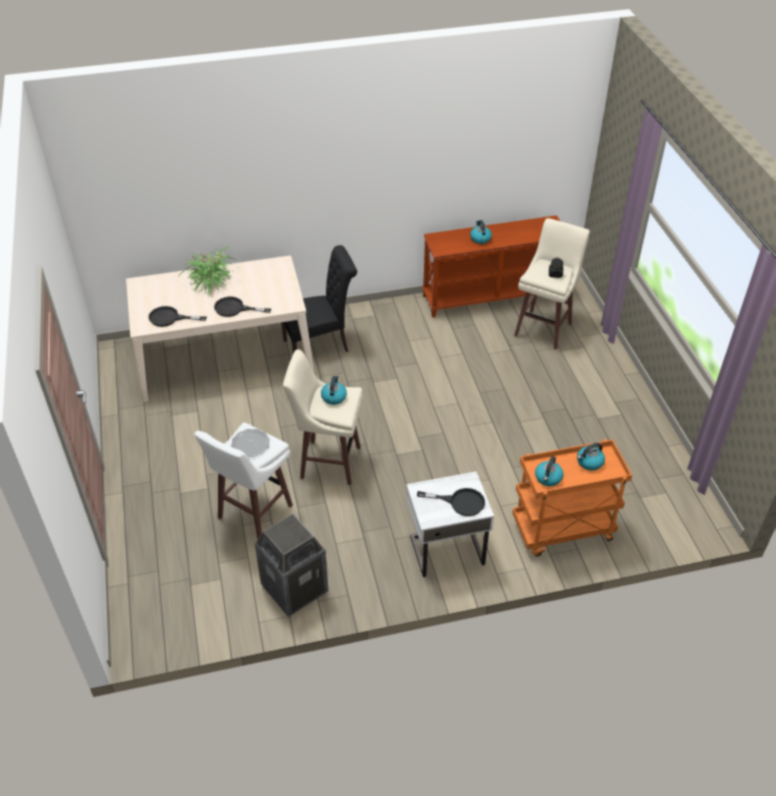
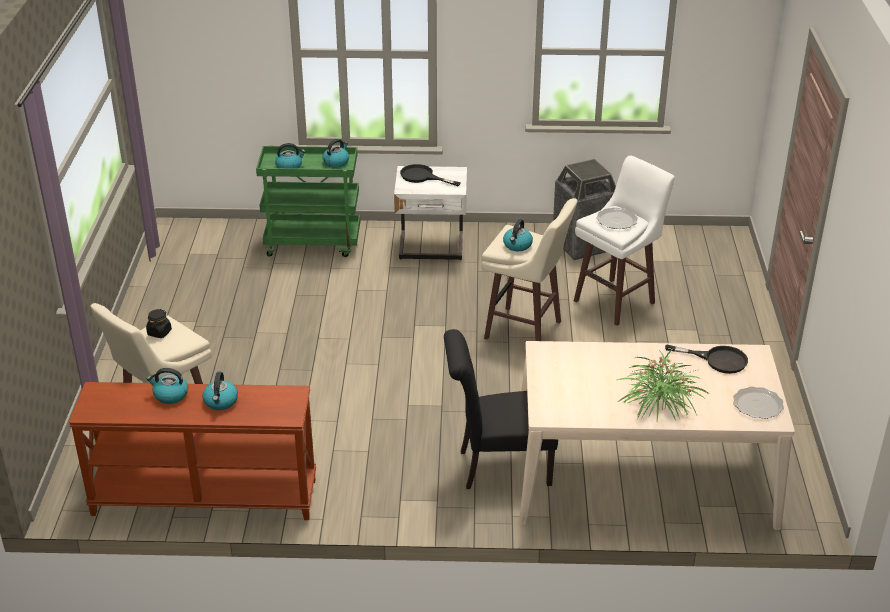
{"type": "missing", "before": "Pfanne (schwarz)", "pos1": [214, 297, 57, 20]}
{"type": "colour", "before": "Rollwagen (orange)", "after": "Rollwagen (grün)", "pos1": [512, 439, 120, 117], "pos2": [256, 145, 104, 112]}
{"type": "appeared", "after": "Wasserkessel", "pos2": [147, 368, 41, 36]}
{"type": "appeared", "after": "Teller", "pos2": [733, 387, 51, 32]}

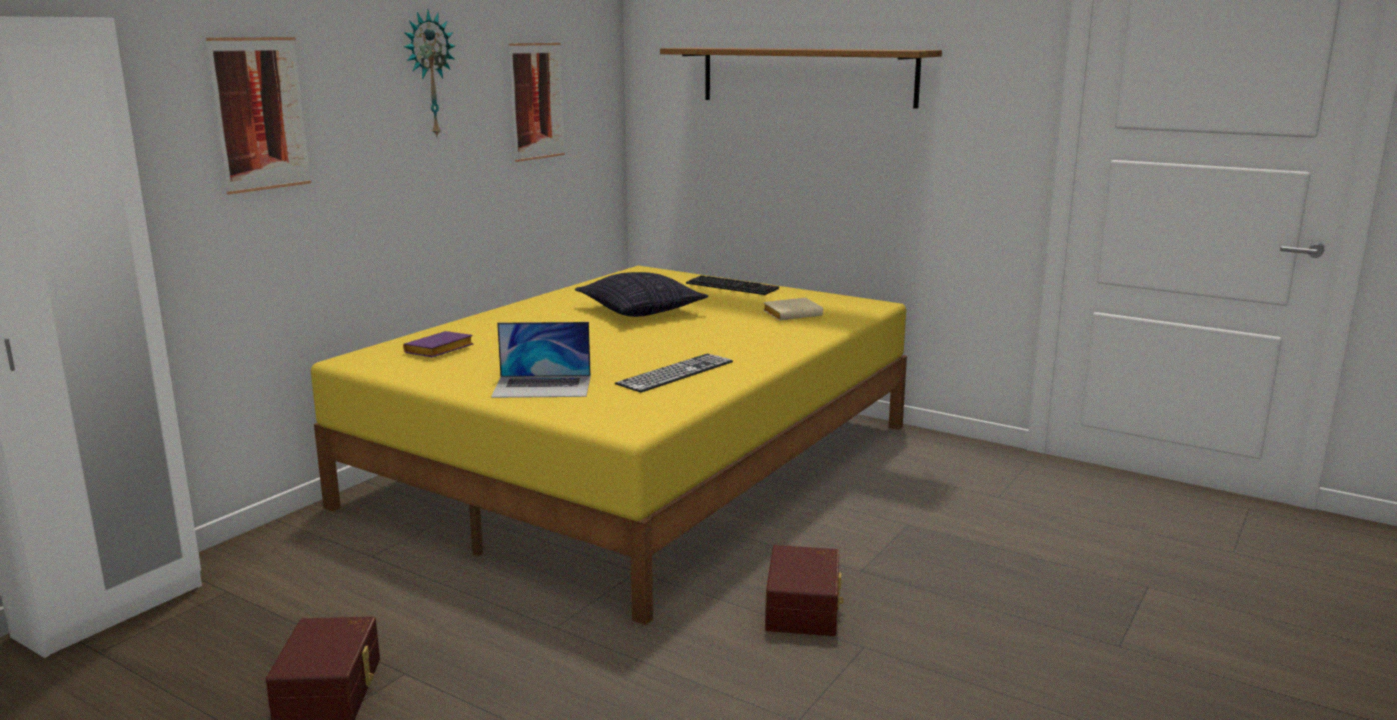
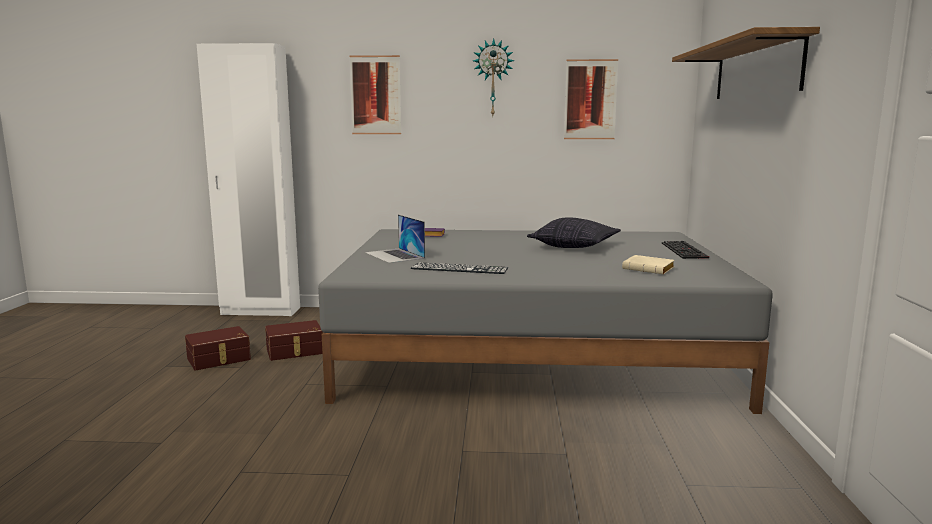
{"type": "colour", "before": "Bett (gelb)", "after": "Bett (grau)", "pos1": [311, 266, 596, 359], "pos2": [318, 229, 455, 185]}
{"type": "relocated", "before": "Aufbewahrungsbox (braun)", "pos1": [765, 545, 79, 91], "pos2": [265, 320, 58, 41]}

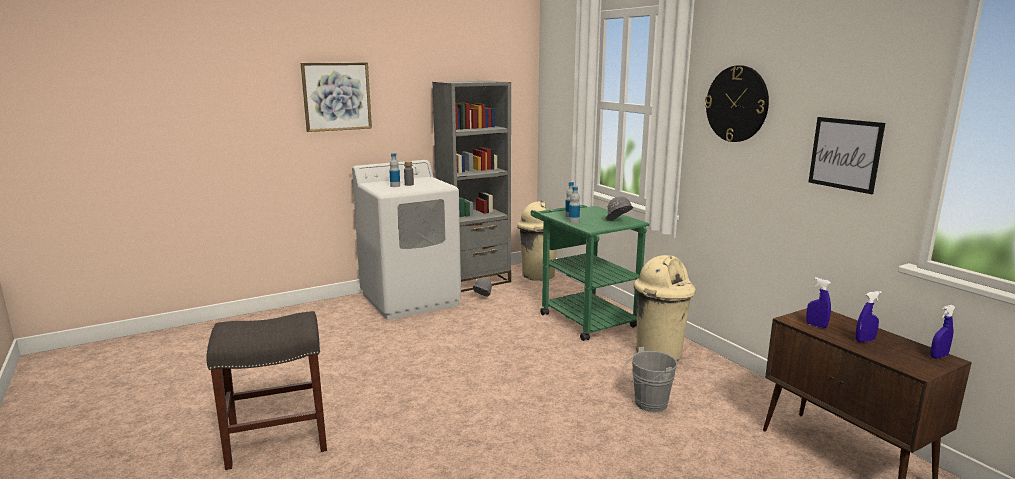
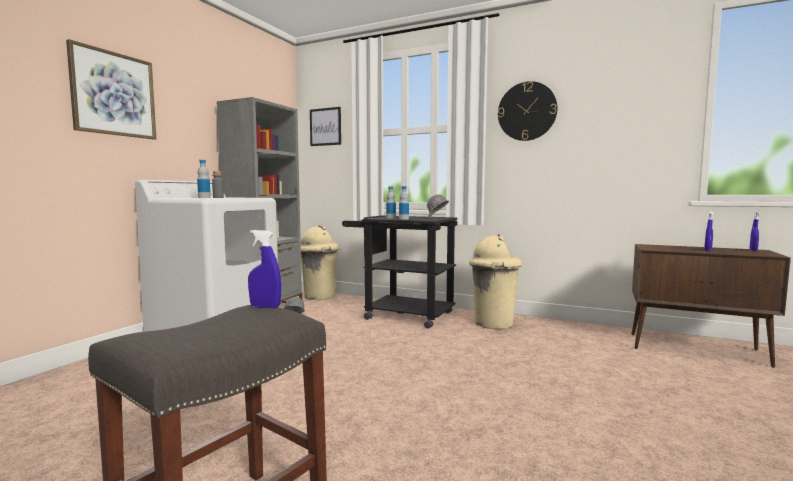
{"type": "relocated", "before": "Bild", "pos1": [808, 117, 77, 77], "pos2": [310, 107, 31, 39]}
{"type": "colour", "before": "Rollwagen (grün)", "after": "Rollwagen (schwarz)", "pos1": [531, 205, 119, 136], "pos2": [342, 215, 116, 114]}
{"type": "relocated", "before": "Sprühflasche (blau)", "pos1": [806, 277, 25, 52], "pos2": [248, 230, 33, 78]}
{"type": "missing", "before": "Eimer (grau)", "pos1": [623, 347, 55, 65]}

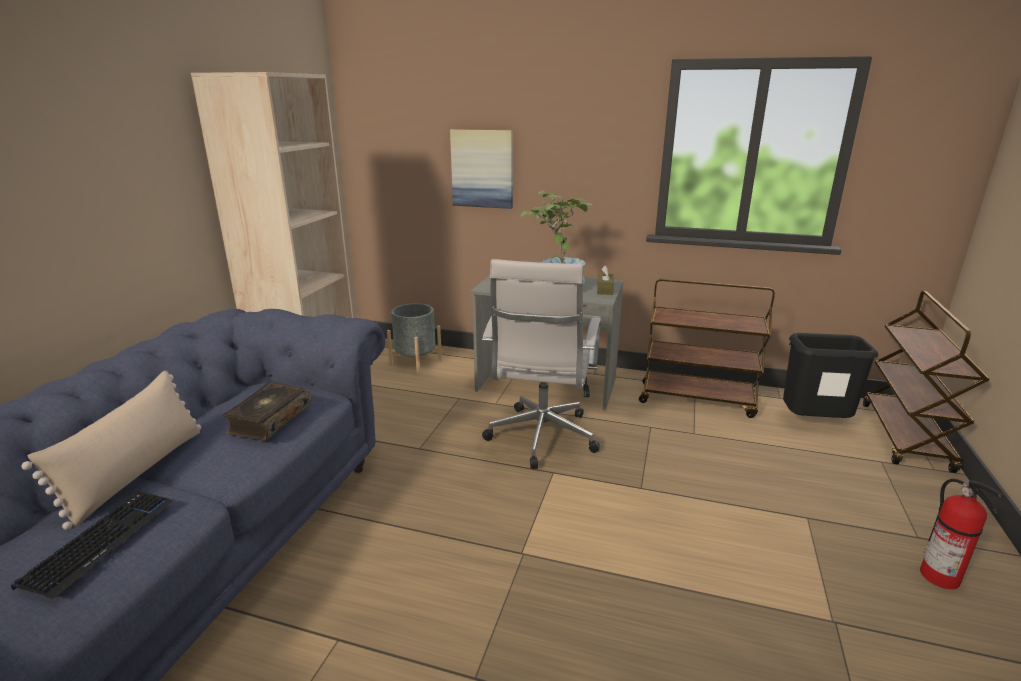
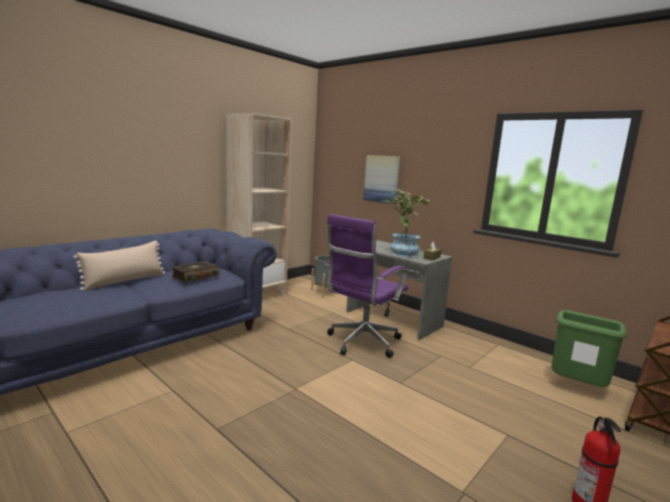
{"type": "colour", "before": "Bürostuhl (weiß)", "after": "Bürostuhl (lila)", "pos1": [482, 259, 119, 210], "pos2": [325, 214, 84, 144]}
{"type": "missing", "before": "Rollwagen (braun)", "pos1": [639, 279, 136, 139]}
{"type": "colour", "before": "Mülleimer (schwarz)", "after": "Mülleimer (grün)", "pos1": [783, 333, 95, 85], "pos2": [551, 310, 76, 79]}
{"type": "missing", "before": "Tastatur", "pos1": [11, 491, 162, 109]}

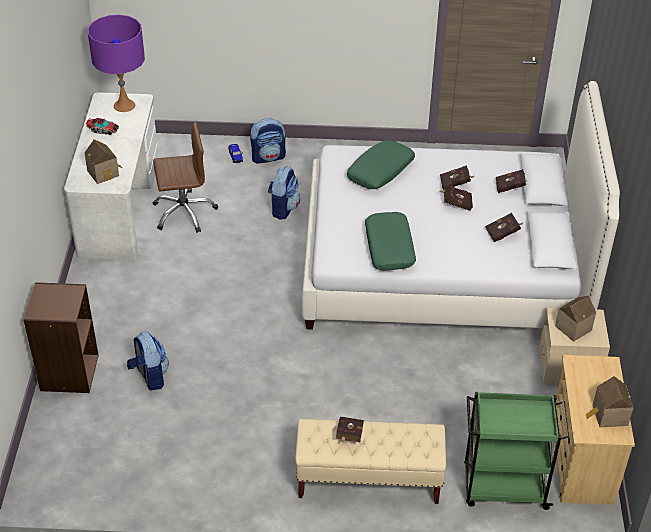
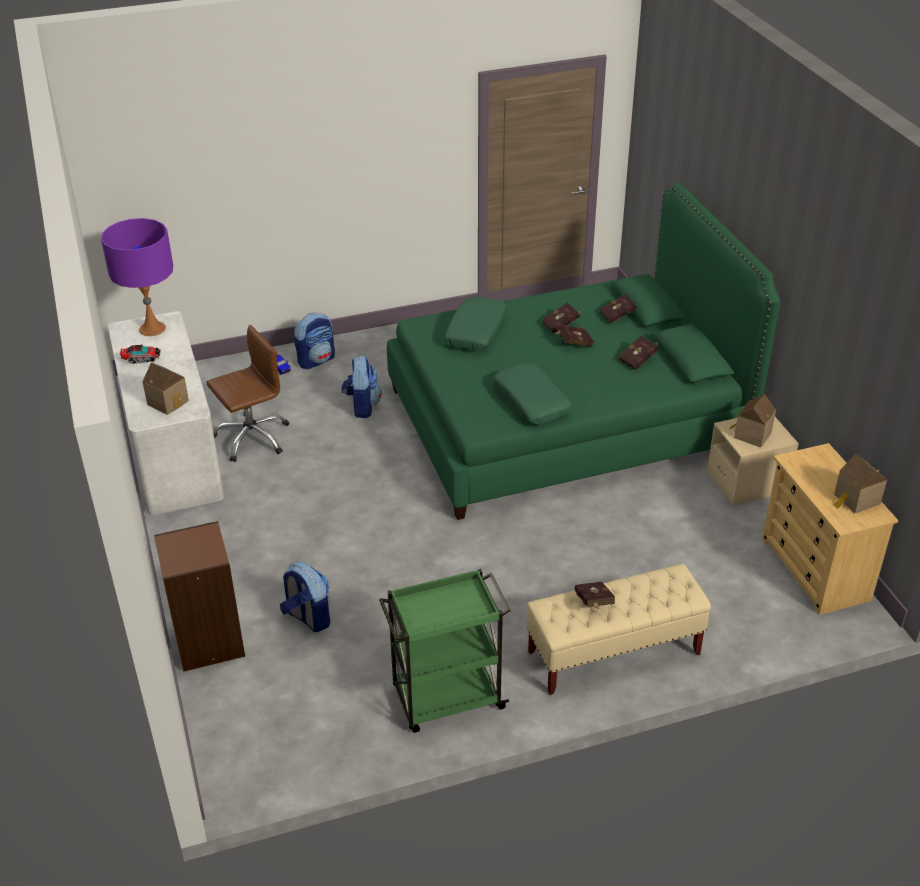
{"type": "colour", "before": "Bett (weiß)", "after": "Bett (grün)", "pos1": [302, 81, 318, 249], "pos2": [387, 183, 393, 337]}
{"type": "relocated", "before": "Rollwagen (grün)", "pos1": [464, 392, 105, 118], "pos2": [379, 569, 131, 164]}

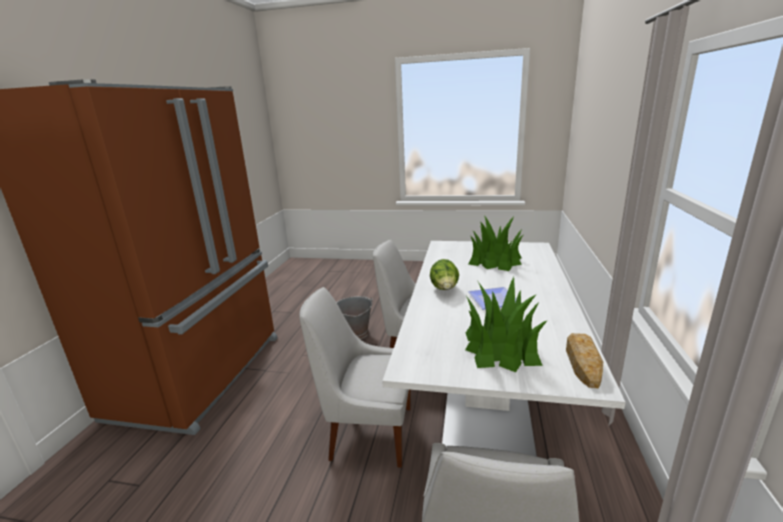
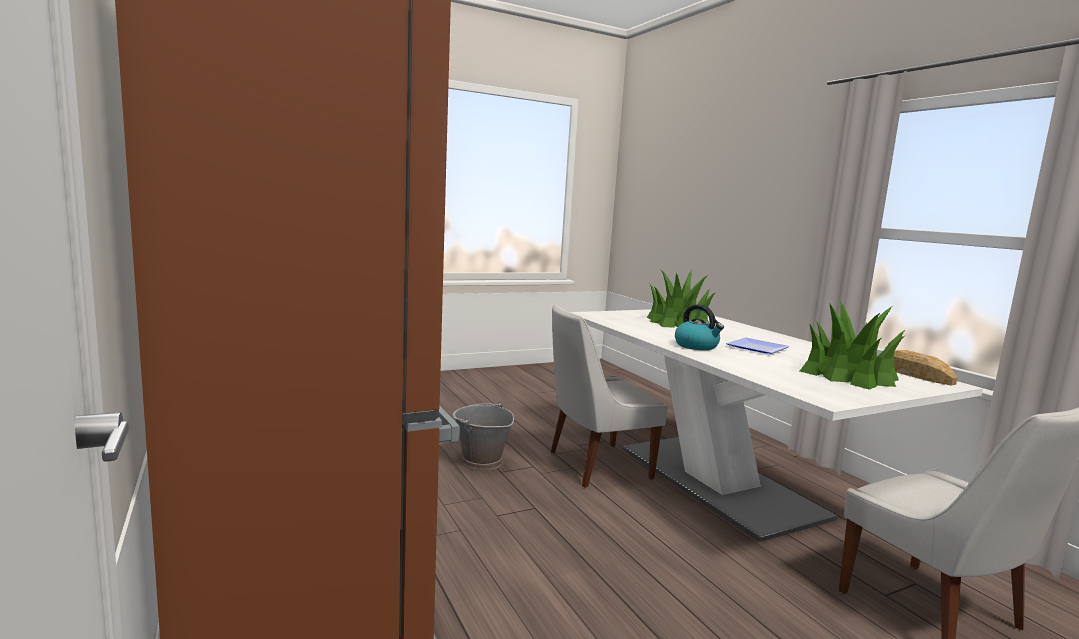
{"type": "exchanged", "before": "Salatkopf", "after": "Wasserkessel", "pos1": [430, 259, 29, 31], "pos2": [675, 304, 49, 46]}
{"type": "missing", "before": "Stuhl (weiß)", "pos1": [299, 287, 112, 181]}

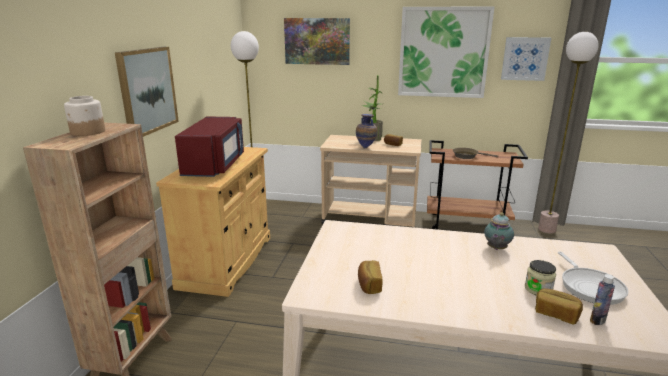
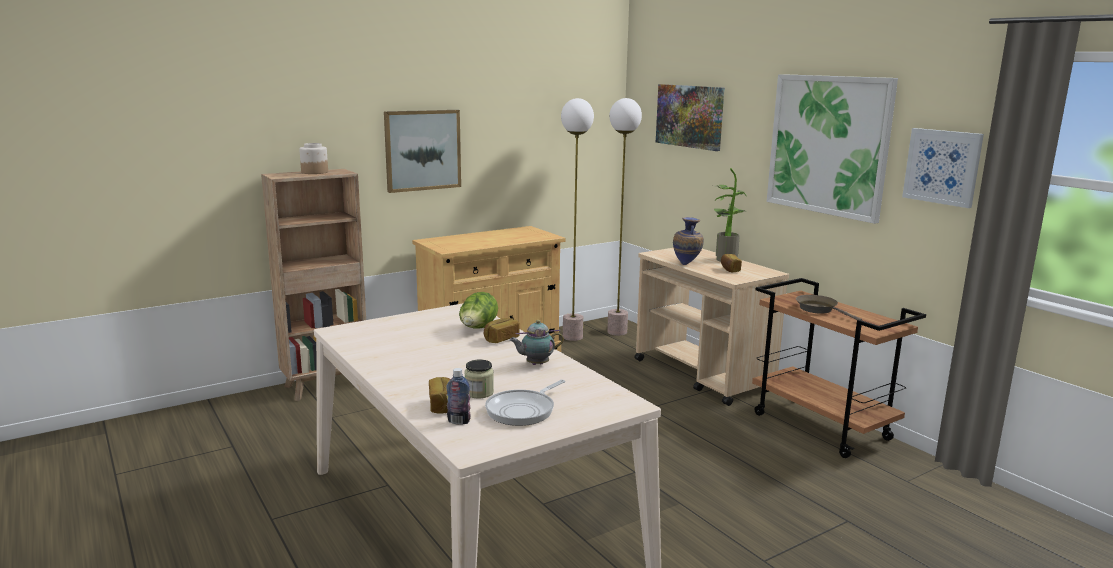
{"type": "relocated", "before": "Stehlampe", "pos1": [538, 32, 61, 202], "pos2": [607, 98, 35, 238]}
{"type": "missing", "before": "Mikrowelle (rot)", "pos1": [175, 116, 69, 61]}
{"type": "relocated", "before": "Brot", "pos1": [358, 260, 25, 34], "pos2": [484, 318, 36, 25]}
{"type": "appeared", "after": "Salatkopf", "pos2": [459, 292, 39, 37]}

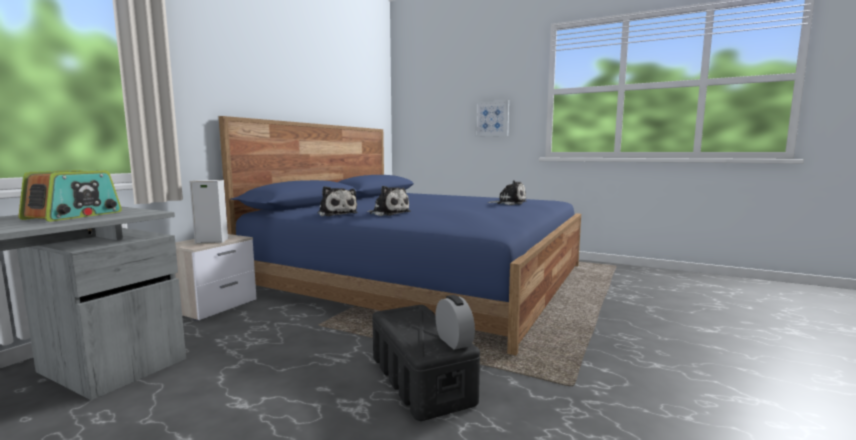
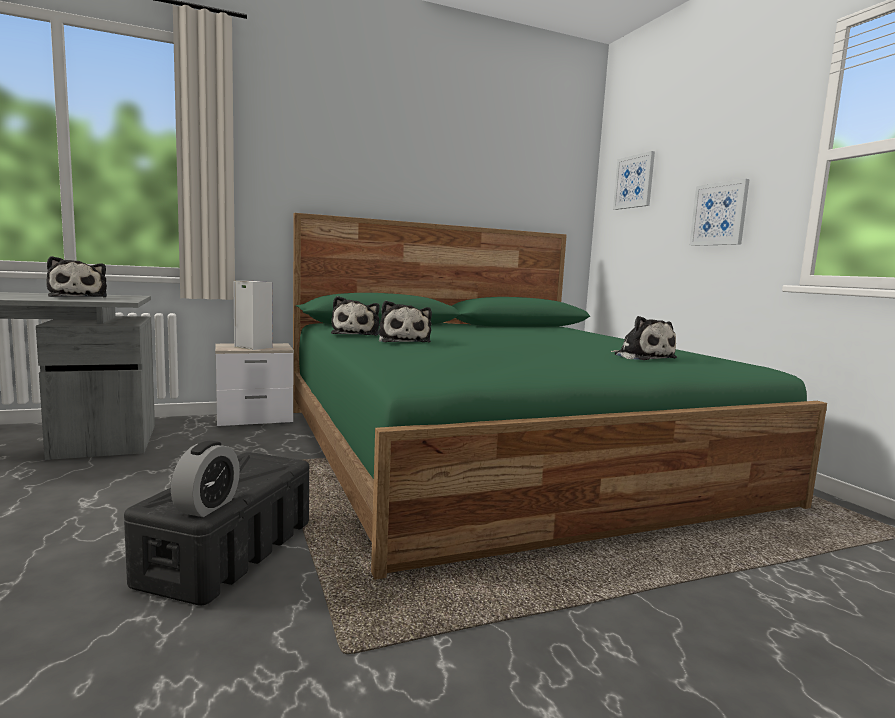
{"type": "colour", "before": "Bett (blau)", "after": "Bett (grün)", "pos1": [219, 116, 362, 240], "pos2": [293, 213, 534, 367]}
{"type": "exchanged", "before": "Radio", "after": "Plüschtier", "pos1": [18, 170, 104, 52], "pos2": [47, 256, 60, 42]}
{"type": "appeared", "after": "Bild", "pos2": [613, 151, 42, 59]}

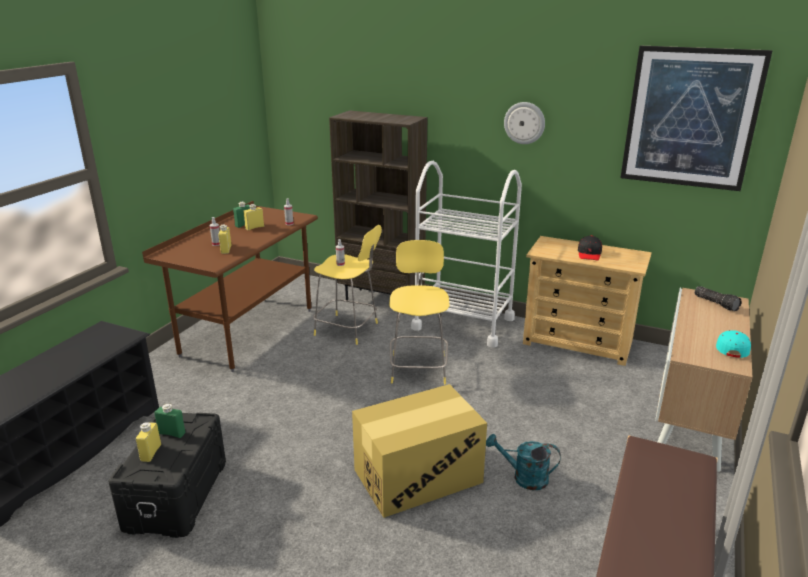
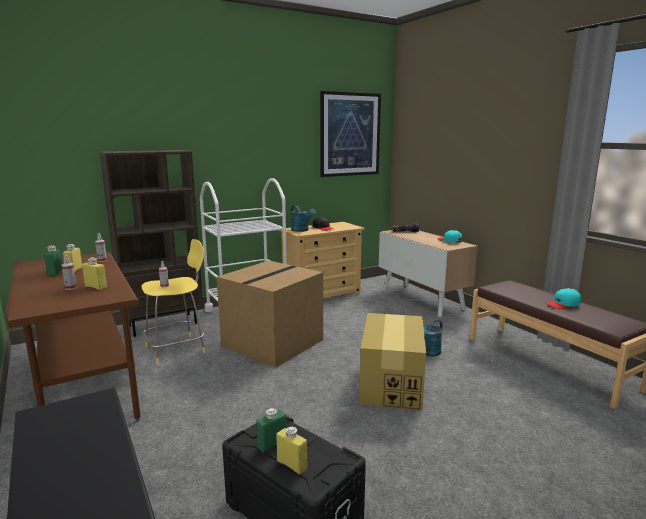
{"type": "missing", "before": "Wanduhr", "pos1": [504, 102, 41, 42]}
{"type": "exchanged", "before": "Hocker (gelb)", "after": "Karton", "pos1": [389, 240, 61, 144], "pos2": [217, 261, 106, 107]}
{"type": "appeared", "after": "Gießkanne (türkis)", "pos2": [291, 205, 25, 27]}
{"type": "appeared", "after": "Kappe (türkis)", "pos2": [545, 288, 36, 21]}

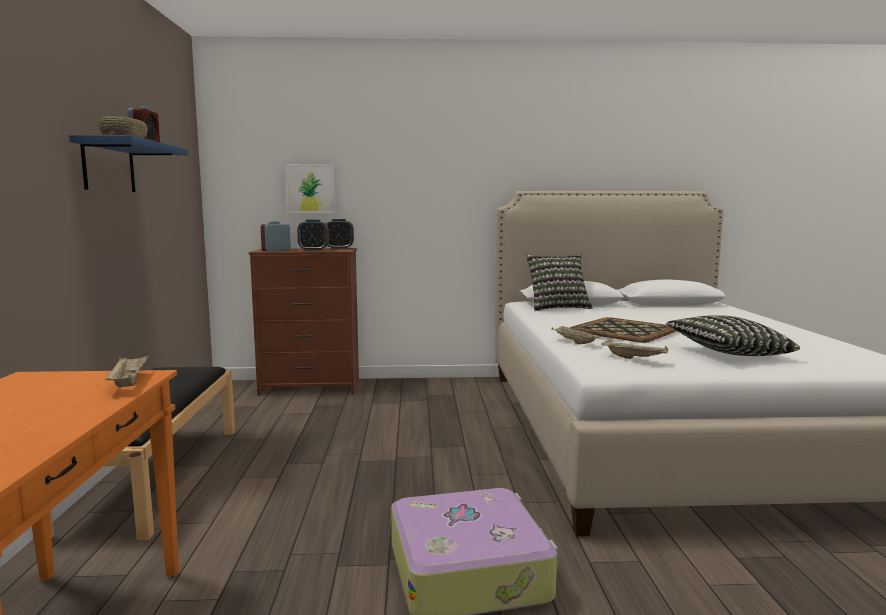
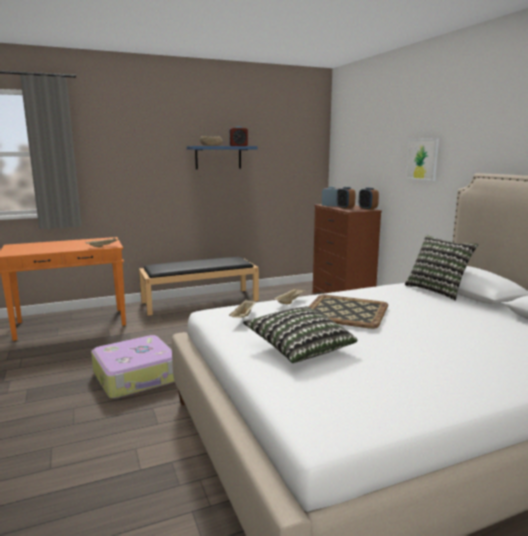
{"type": "relocated", "before": "Bild", "pos1": [285, 164, 50, 49], "pos2": [406, 138, 33, 43]}

